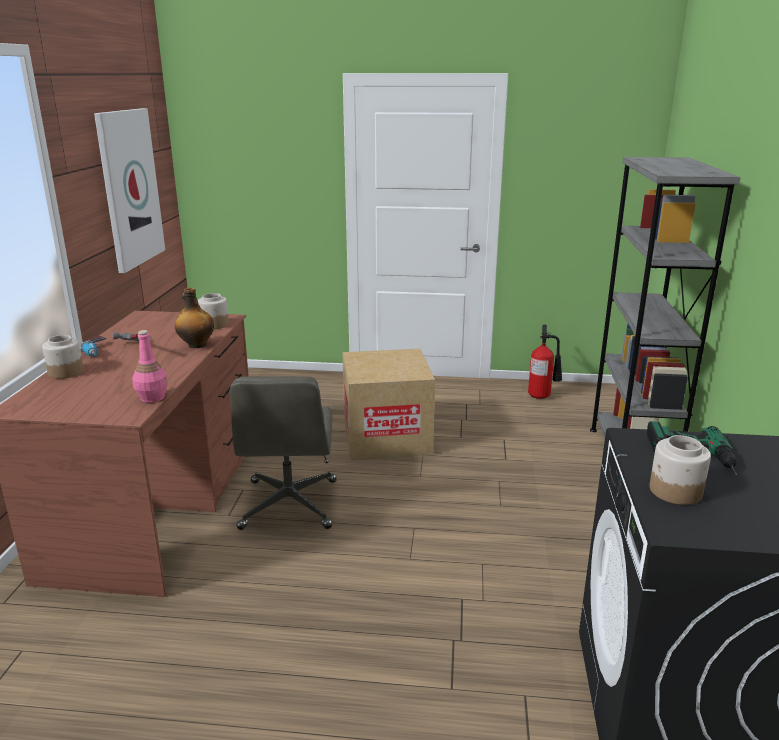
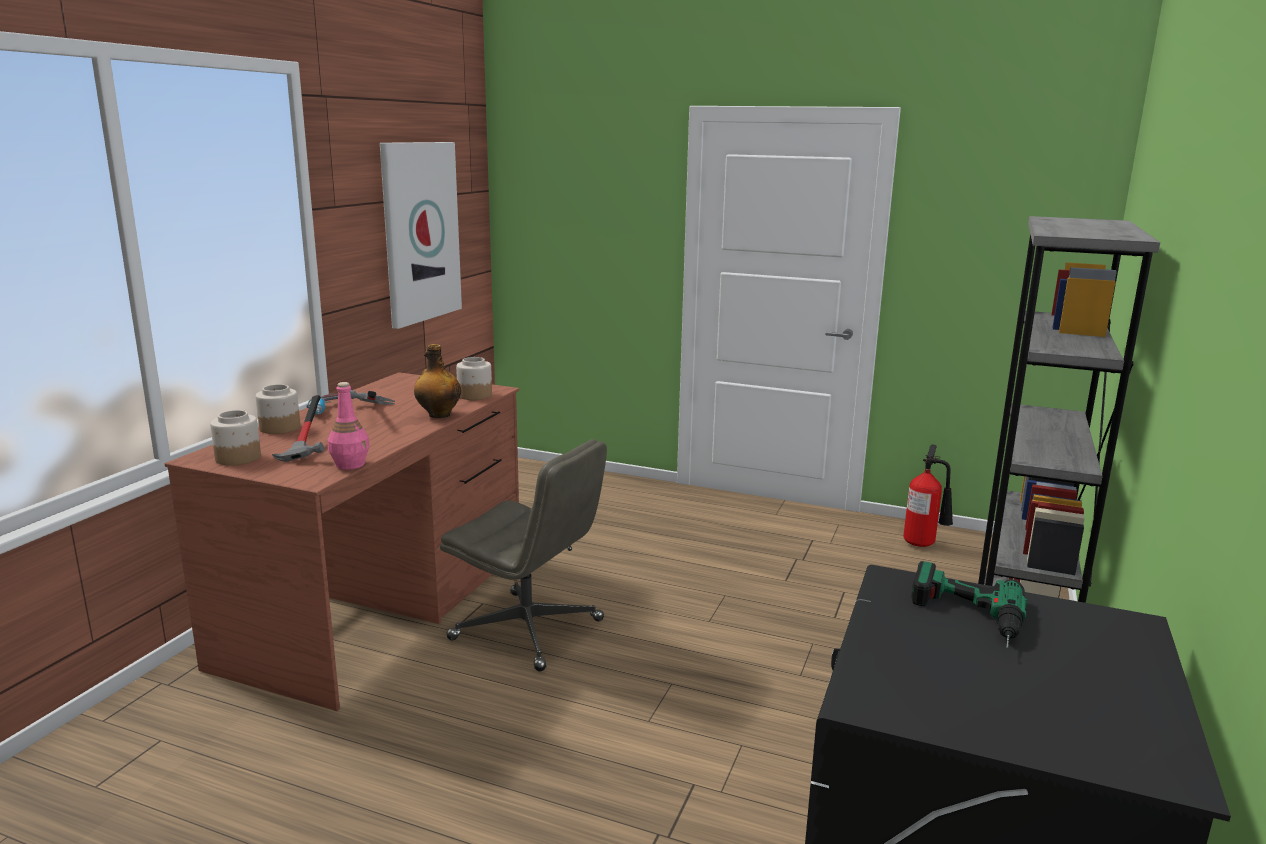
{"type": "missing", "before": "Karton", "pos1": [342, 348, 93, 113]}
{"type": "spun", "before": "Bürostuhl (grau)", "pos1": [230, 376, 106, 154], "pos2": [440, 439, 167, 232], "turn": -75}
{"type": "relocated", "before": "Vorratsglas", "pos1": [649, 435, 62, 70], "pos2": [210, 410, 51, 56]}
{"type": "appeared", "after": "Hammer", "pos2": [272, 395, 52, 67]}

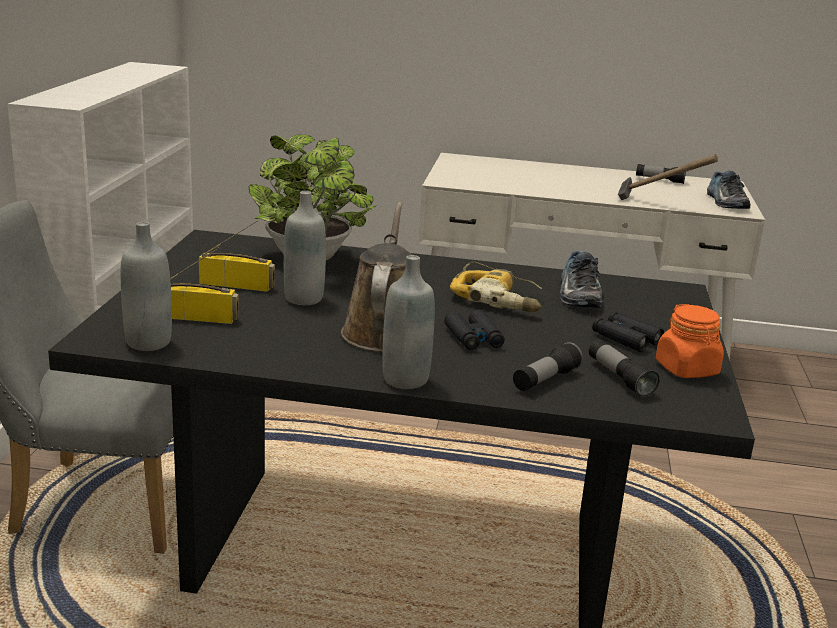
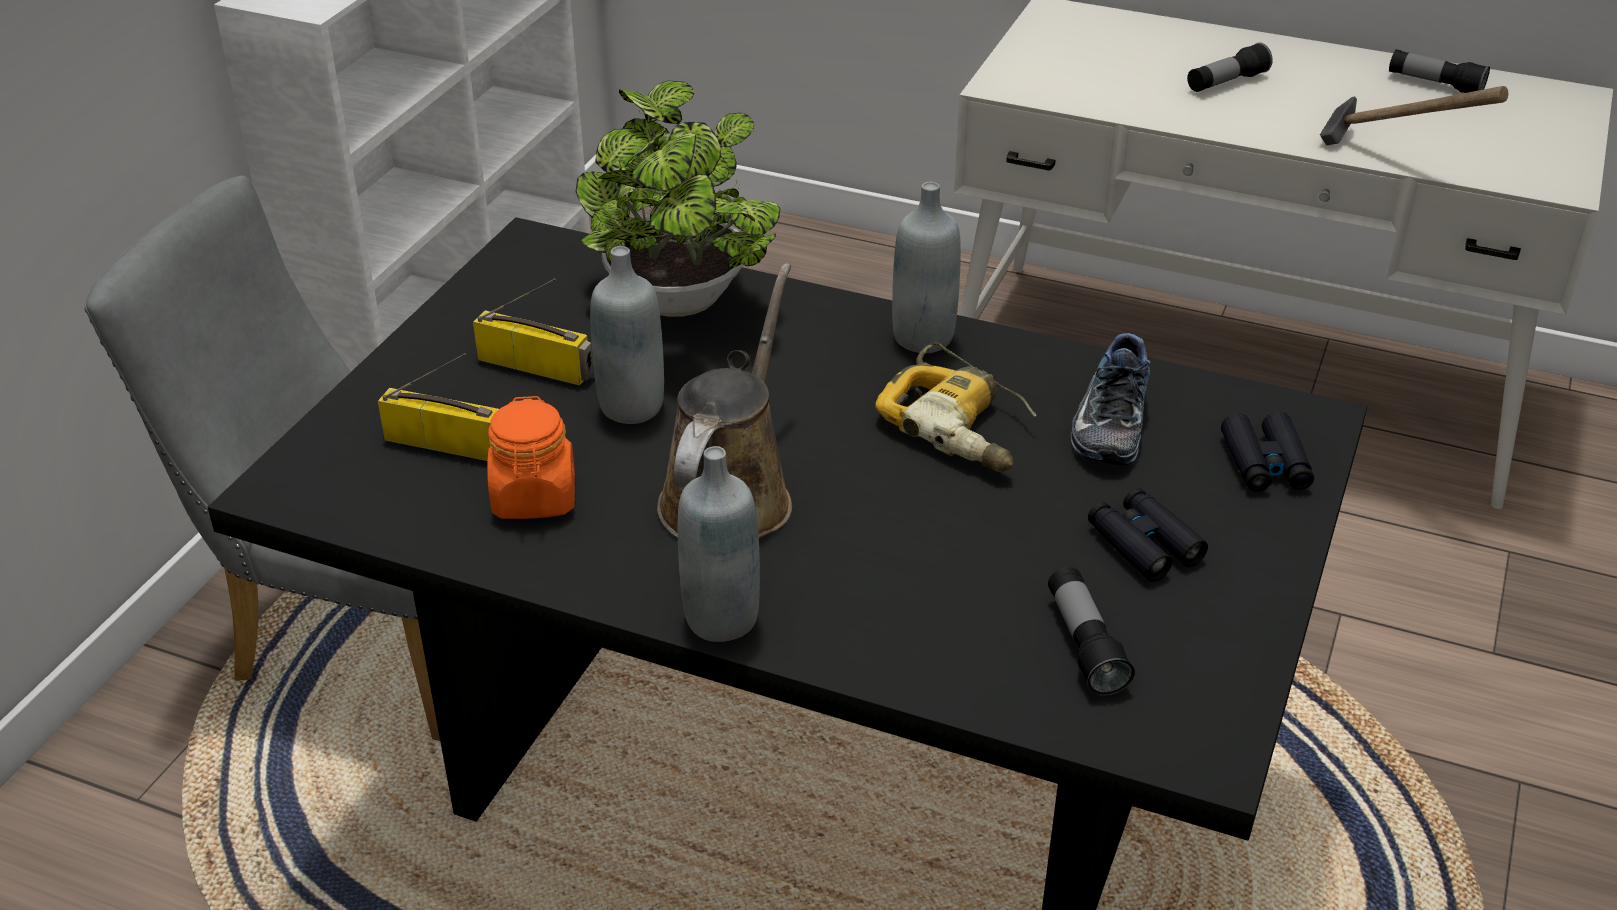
{"type": "missing", "before": "Schuh", "pos1": [707, 170, 44, 39]}
{"type": "relocated", "before": "Flasche (grau)", "pos1": [121, 222, 51, 129], "pos2": [892, 182, 69, 171]}
{"type": "relocated", "before": "Vorratsglas (orange)", "pos1": [656, 304, 68, 74], "pos2": [487, 396, 88, 123]}
{"type": "relocated", "before": "Fernglas (schwarz)", "pos1": [444, 309, 61, 41], "pos2": [1221, 412, 93, 80]}
{"type": "relocated", "before": "Taschenlampe", "pos1": [513, 342, 70, 49], "pos2": [1187, 43, 86, 49]}

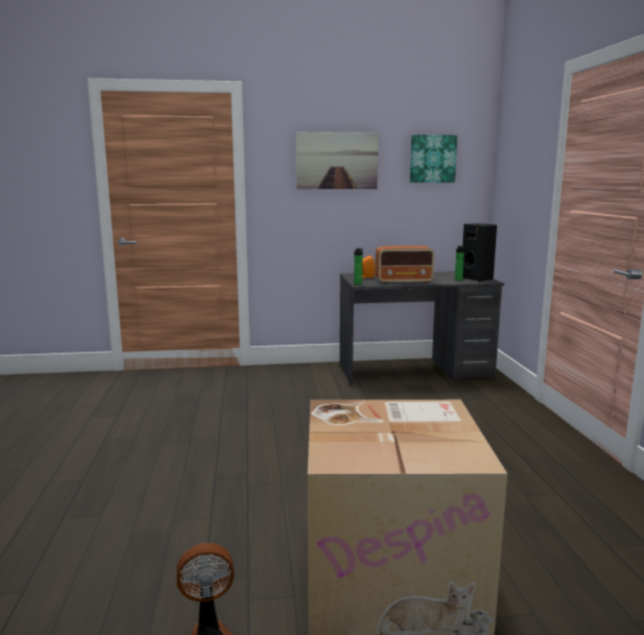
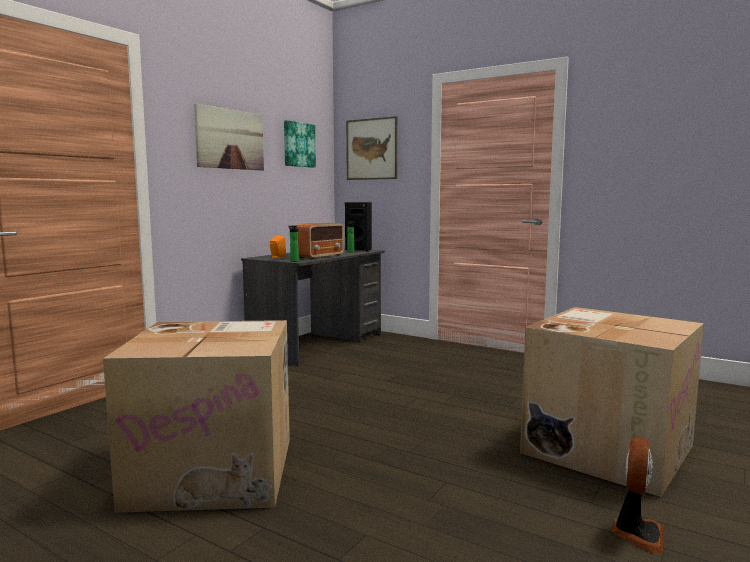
{"type": "appeared", "after": "Bild", "pos2": [346, 116, 51, 64]}
{"type": "appeared", "after": "Karton", "pos2": [103, 320, 187, 193]}

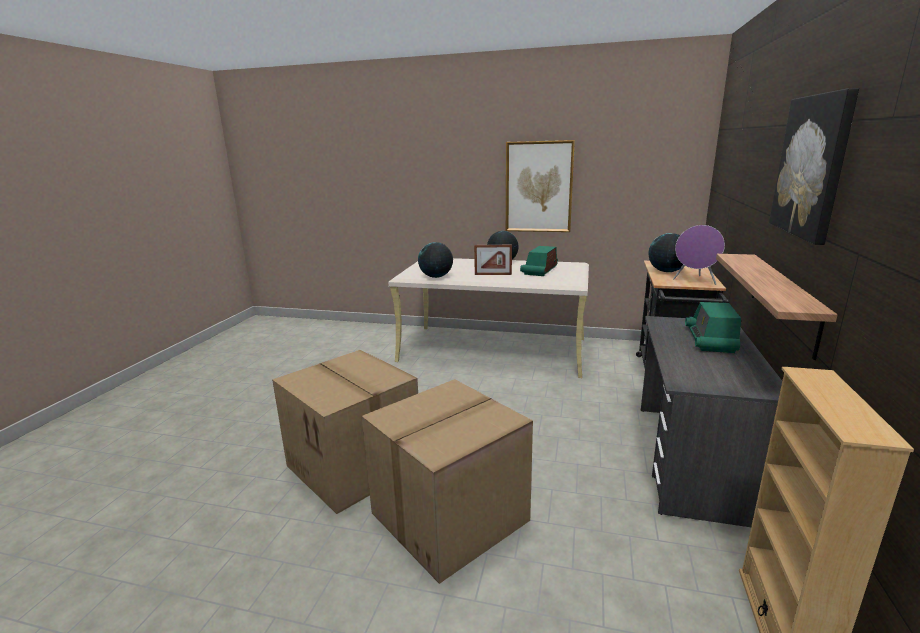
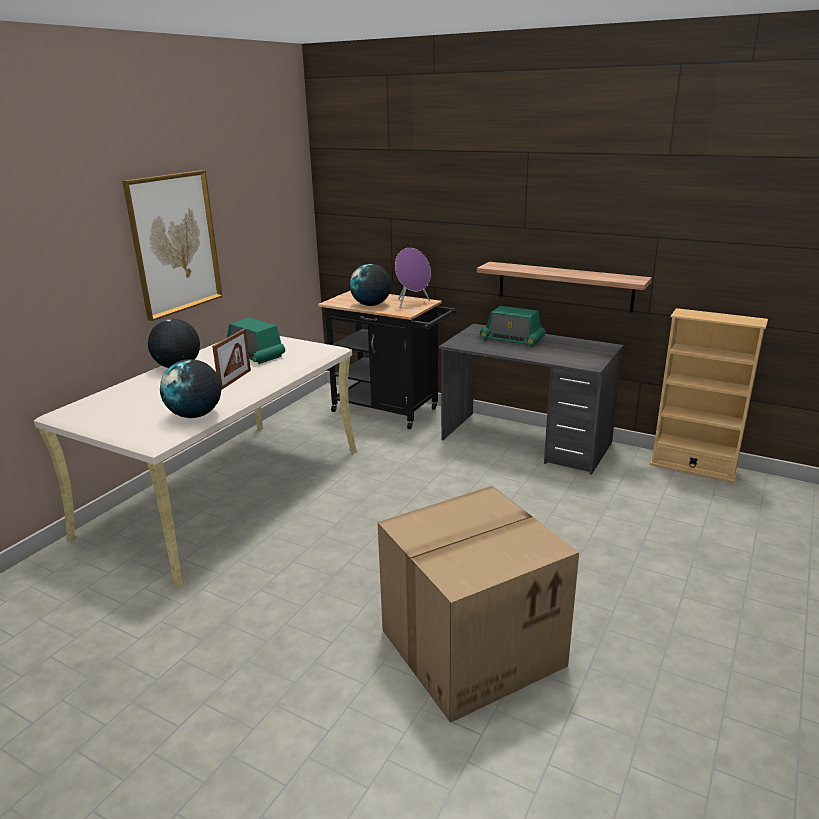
{"type": "missing", "before": "Bild", "pos1": [769, 88, 90, 157]}
{"type": "missing", "before": "Karton", "pos1": [362, 379, 171, 205]}

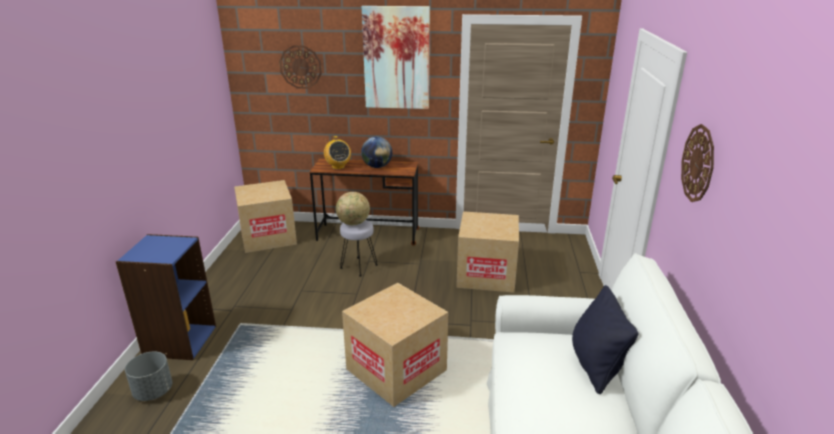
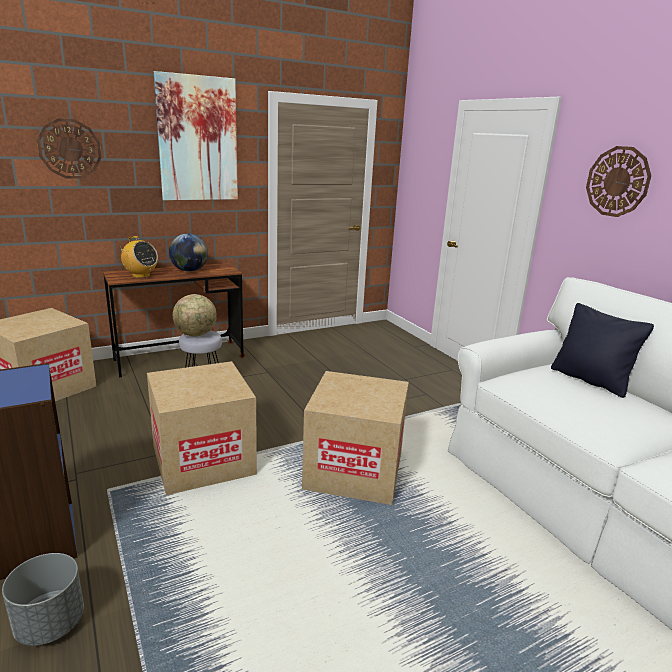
{"type": "relocated", "before": "Karton", "pos1": [456, 211, 63, 82], "pos2": [147, 361, 110, 134]}

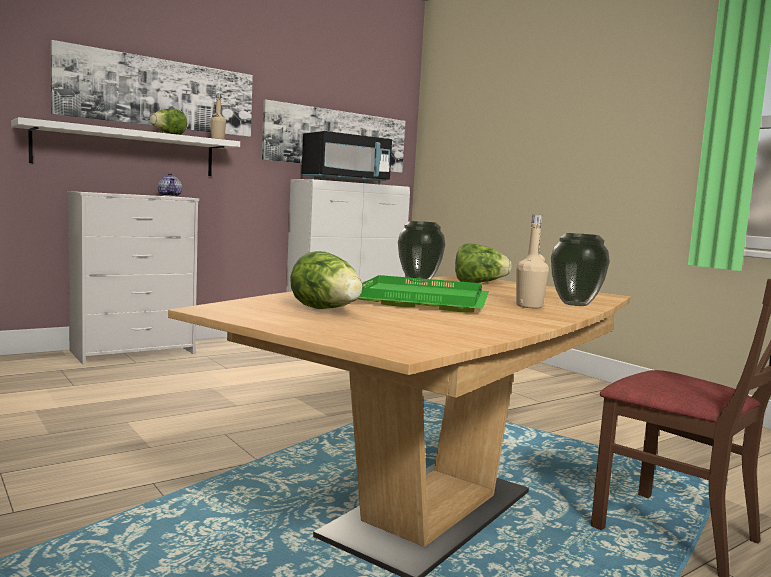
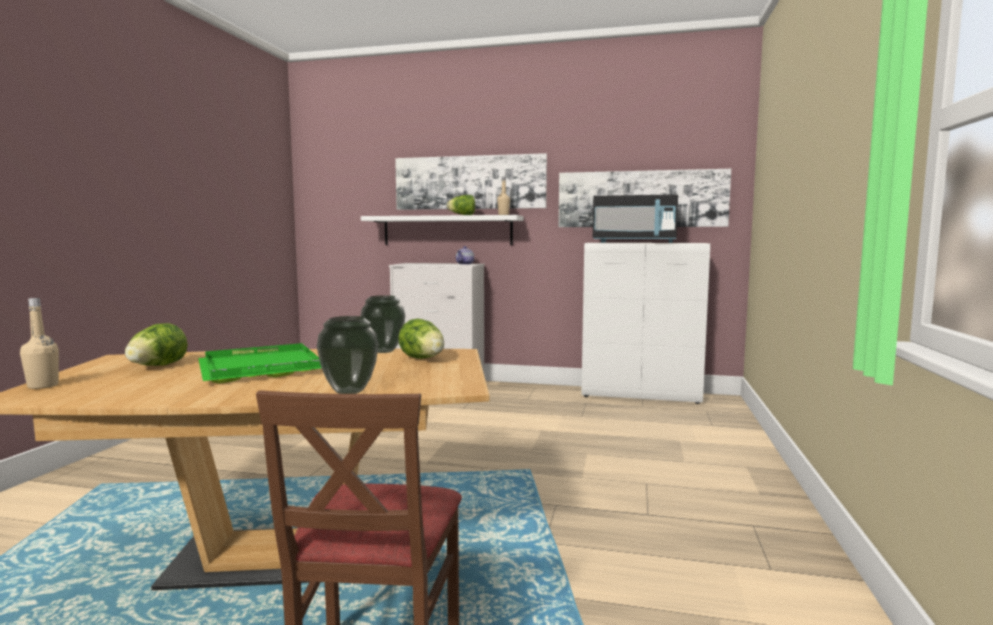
{"type": "relocated", "before": "Flasche (beige)", "pos1": [516, 215, 33, 93], "pos2": [20, 298, 39, 91]}

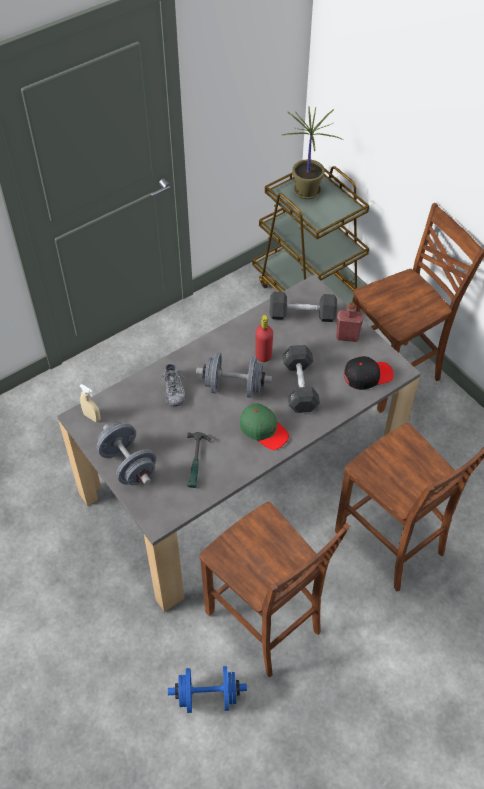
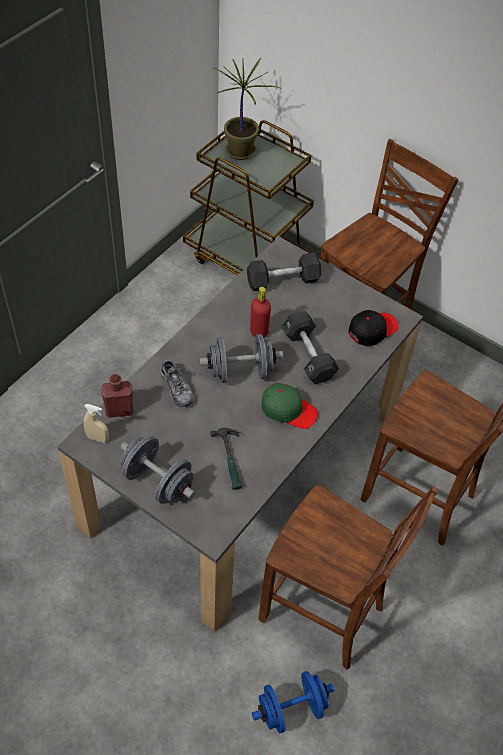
{"type": "relocated", "before": "Flasche (rot)", "pos1": [336, 302, 28, 40], "pos2": [101, 374, 32, 44]}

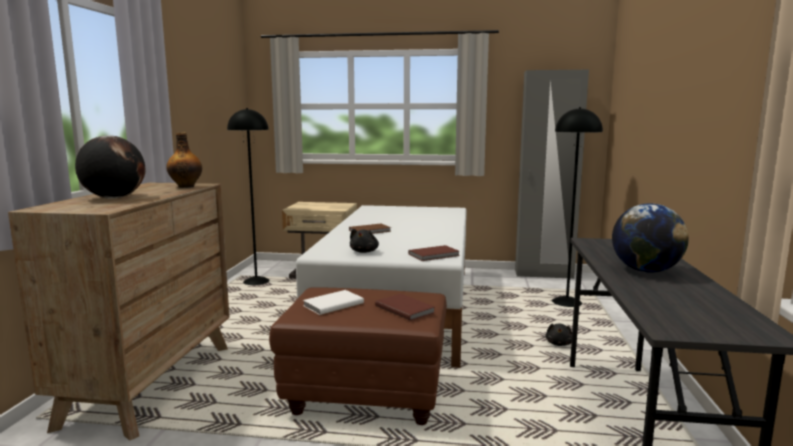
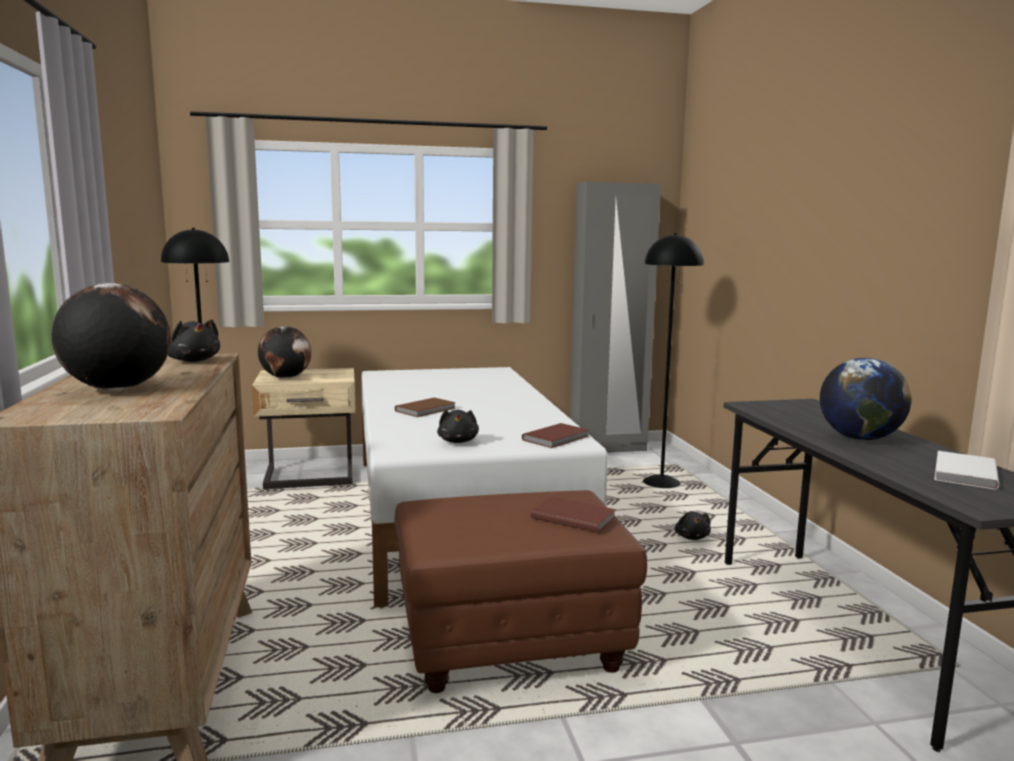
{"type": "exchanged", "before": "Flasche", "after": "Plüschtier (schwarz)", "pos1": [166, 132, 36, 56], "pos2": [168, 319, 52, 43]}
{"type": "relocated", "before": "Buch (weiß)", "pos1": [303, 290, 61, 25], "pos2": [934, 451, 65, 39]}
{"type": "appeared", "after": "Globus", "pos2": [258, 326, 53, 52]}

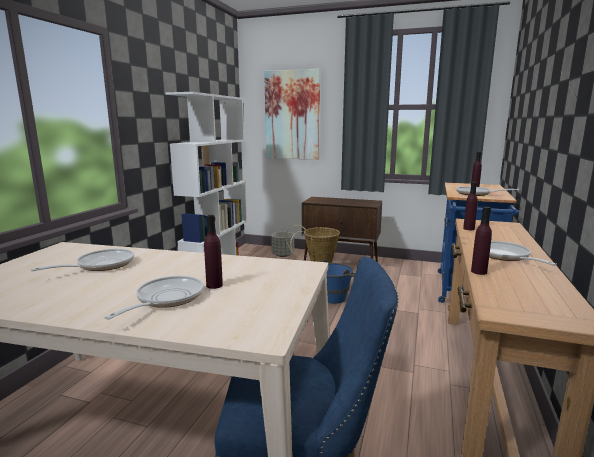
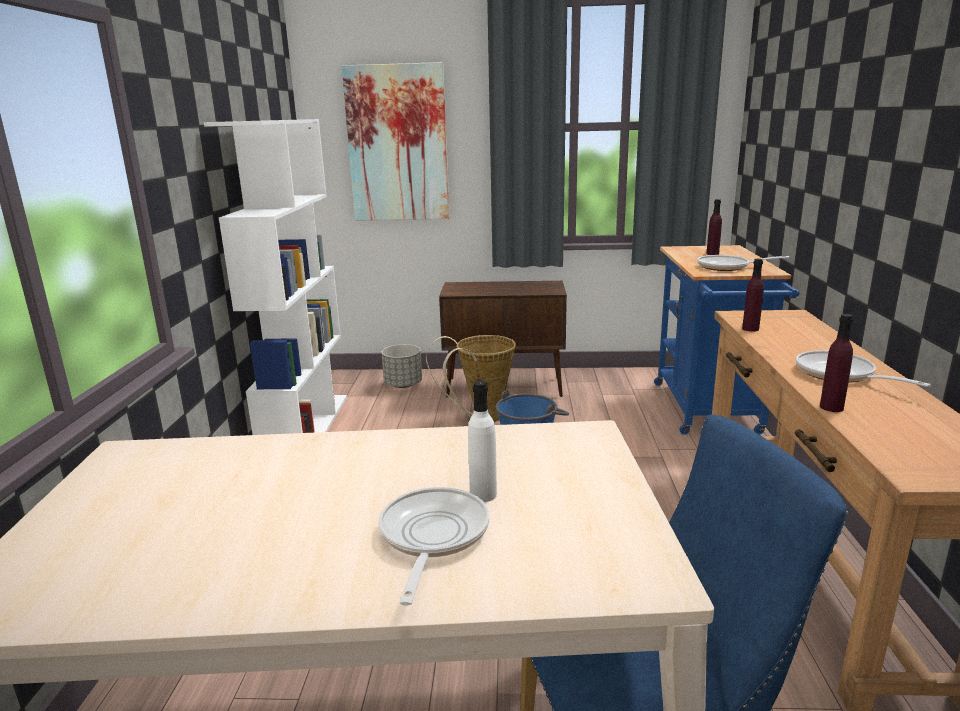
{"type": "colour", "before": "Flasche (lila)", "after": "Flasche (weiß)", "pos1": [204, 215, 19, 74], "pos2": [468, 380, 29, 122]}
{"type": "missing", "before": "Pfanne", "pos1": [30, 249, 104, 22]}

